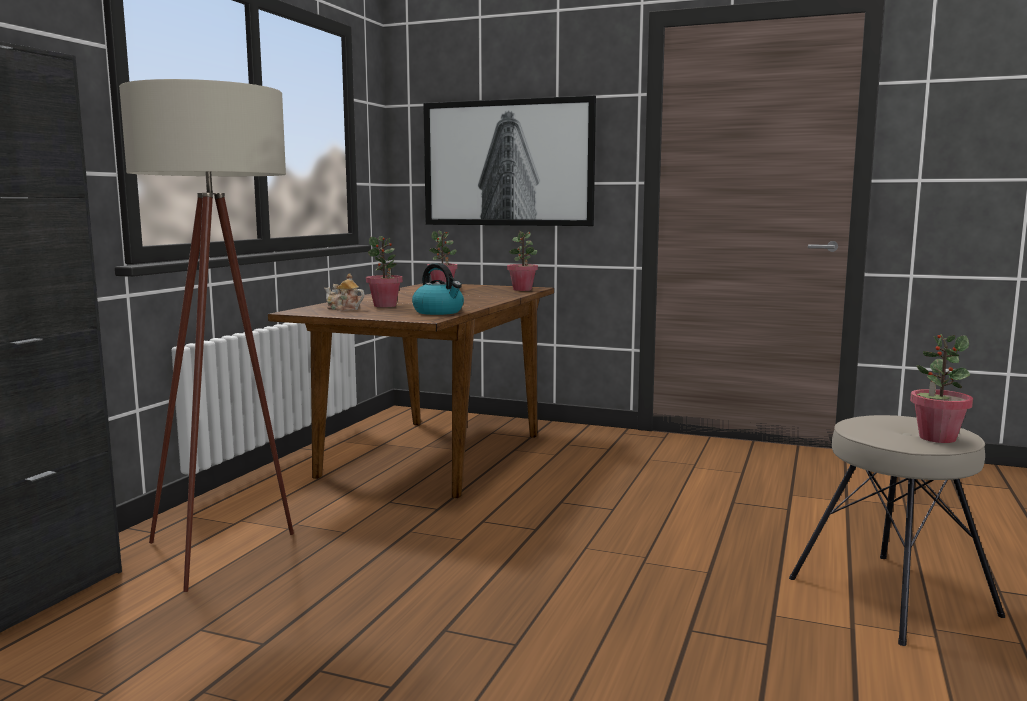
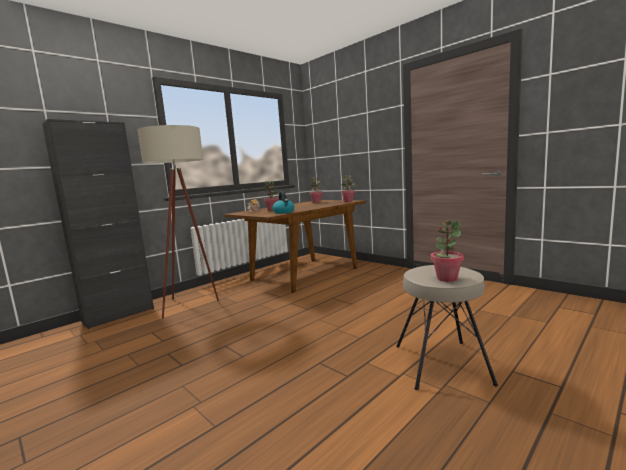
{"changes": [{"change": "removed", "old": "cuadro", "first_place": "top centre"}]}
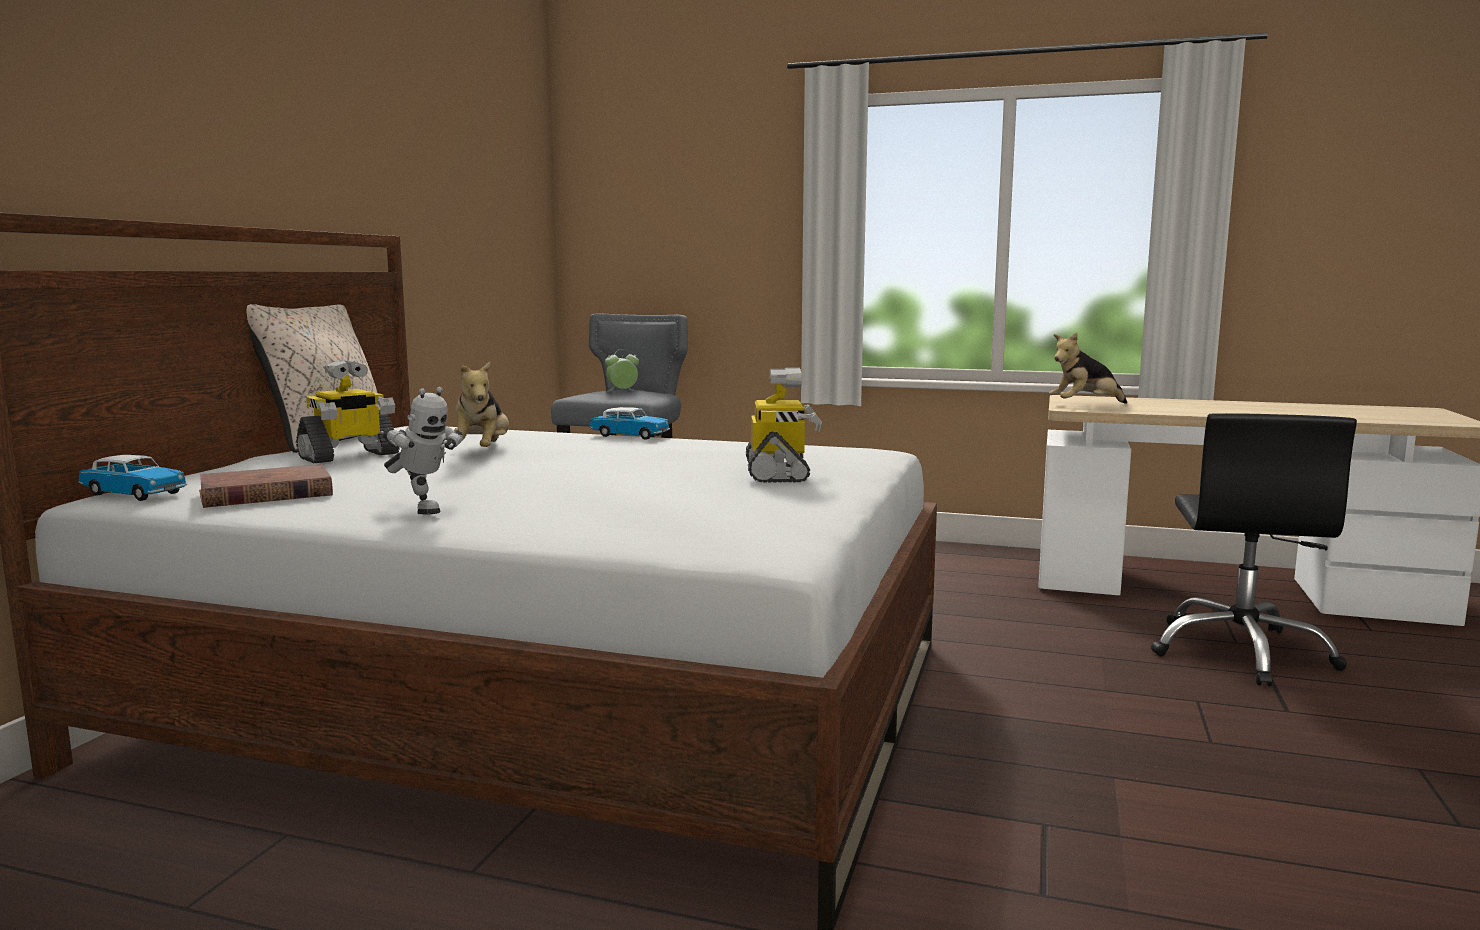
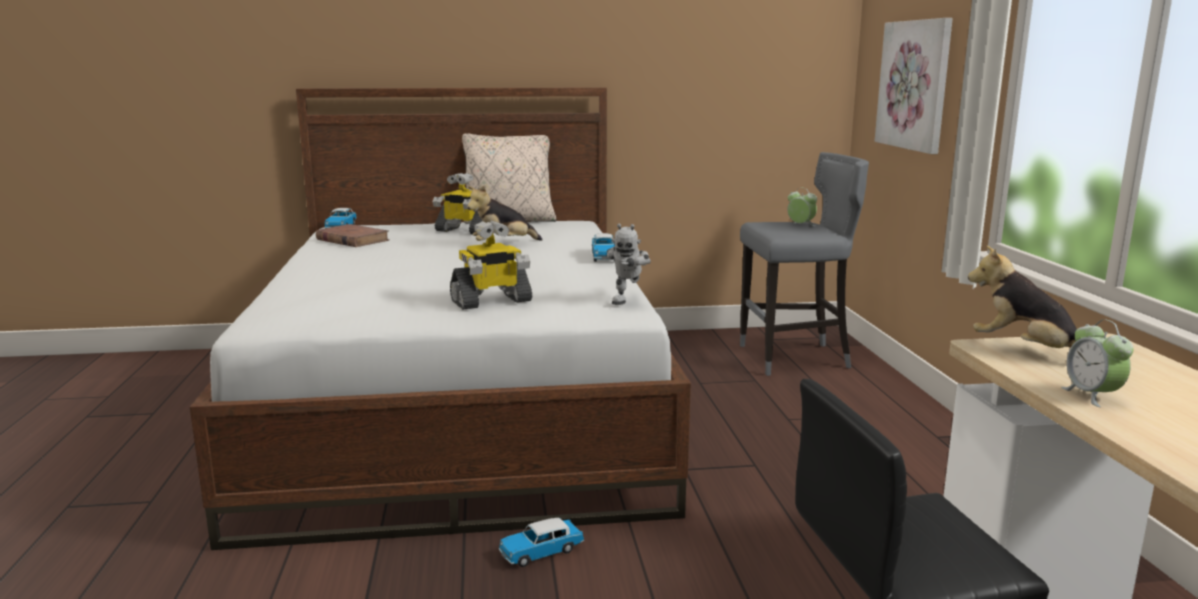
{"changes": [{"change": "added", "new": "coche de juguete (2nd from left)", "second_place": "bottom centre"}, {"change": "added", "new": "cuadro", "second_place": "top right"}, {"change": "added", "new": "despertador (2nd from left)", "second_place": "middle right"}, {"change": "moved", "old": "robot de juguete (2nd from left in the first image)", "new": "robot de juguete (3rd from left)", "first_place": "middle left", "second_place": "centre"}]}
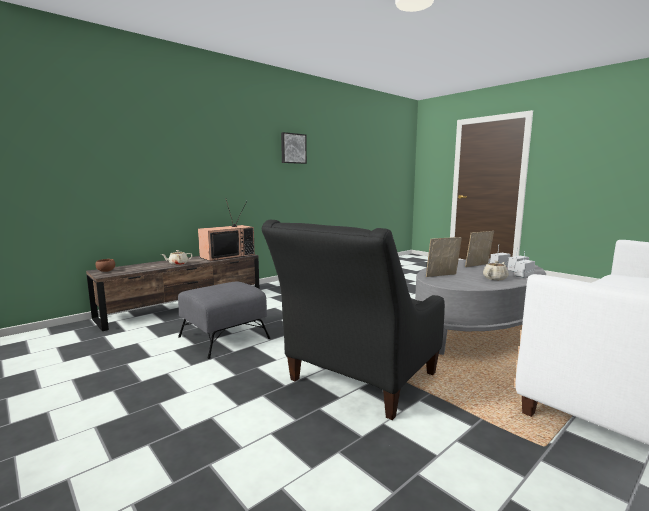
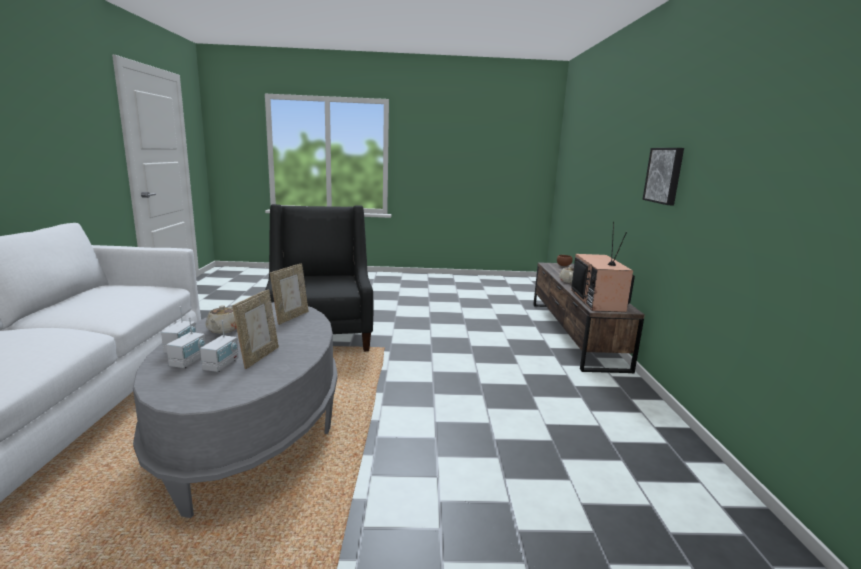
{"changes": [{"change": "removed", "old": "puf [gris]", "first_place": "centre"}, {"change": "moved", "old": "cuadro", "first_place": "top centre", "second_place": "top right"}]}
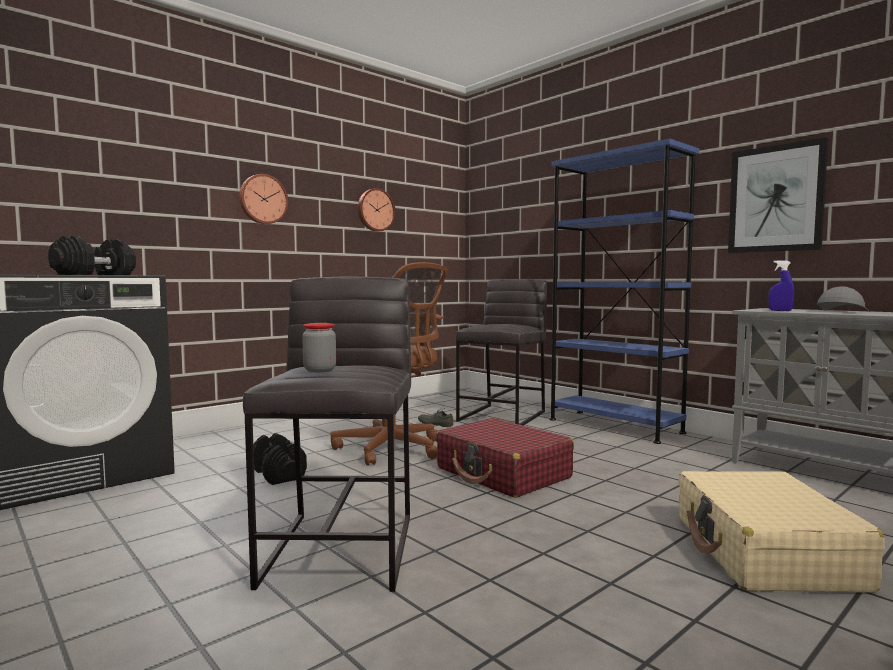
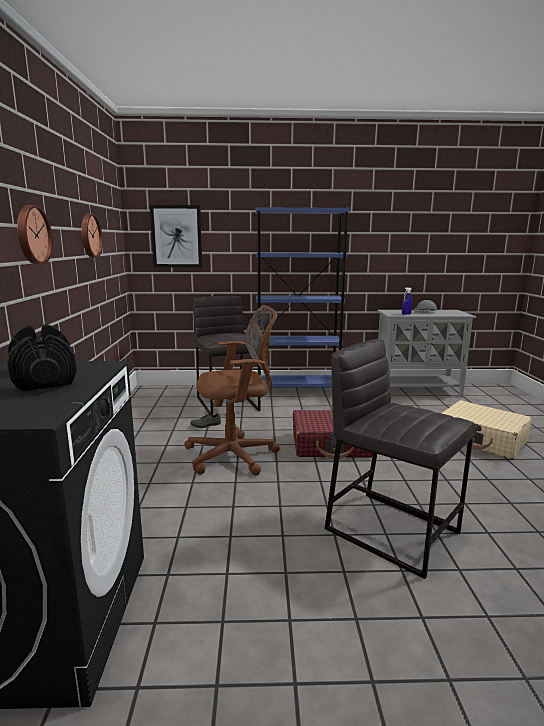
{"changes": [{"change": "removed", "old": "mancuerna [negro] (2nd from left)", "first_place": "bottom left"}, {"change": "removed", "old": "tarro", "first_place": "centre"}, {"change": "moved", "old": "cuadro", "first_place": "top right", "second_place": "top left"}]}
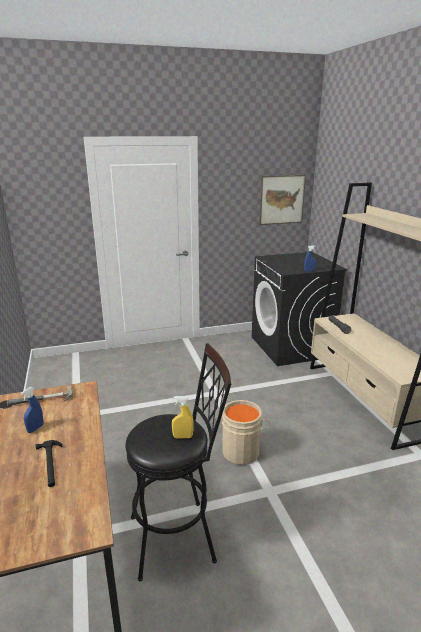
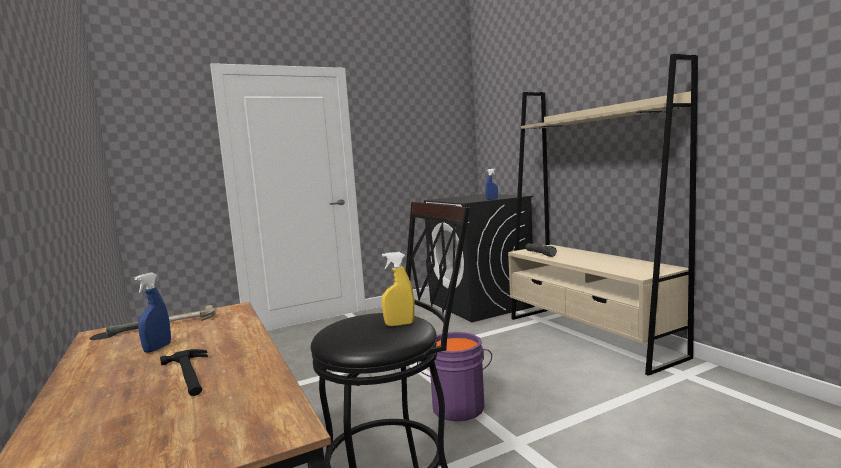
{"changes": [{"change": "removed", "old": "cuadro", "first_place": "top right"}, {"change": "recoloured", "old": "cubo [beis]", "new": "cubo [morado]", "first_place": "bottom centre", "second_place": "bottom centre"}]}
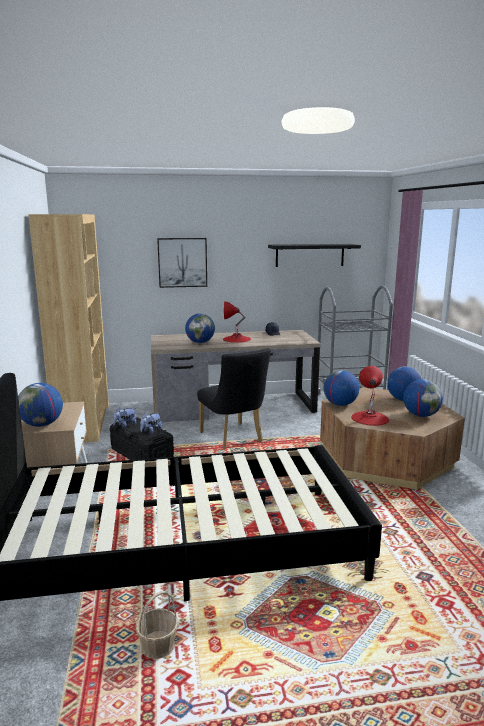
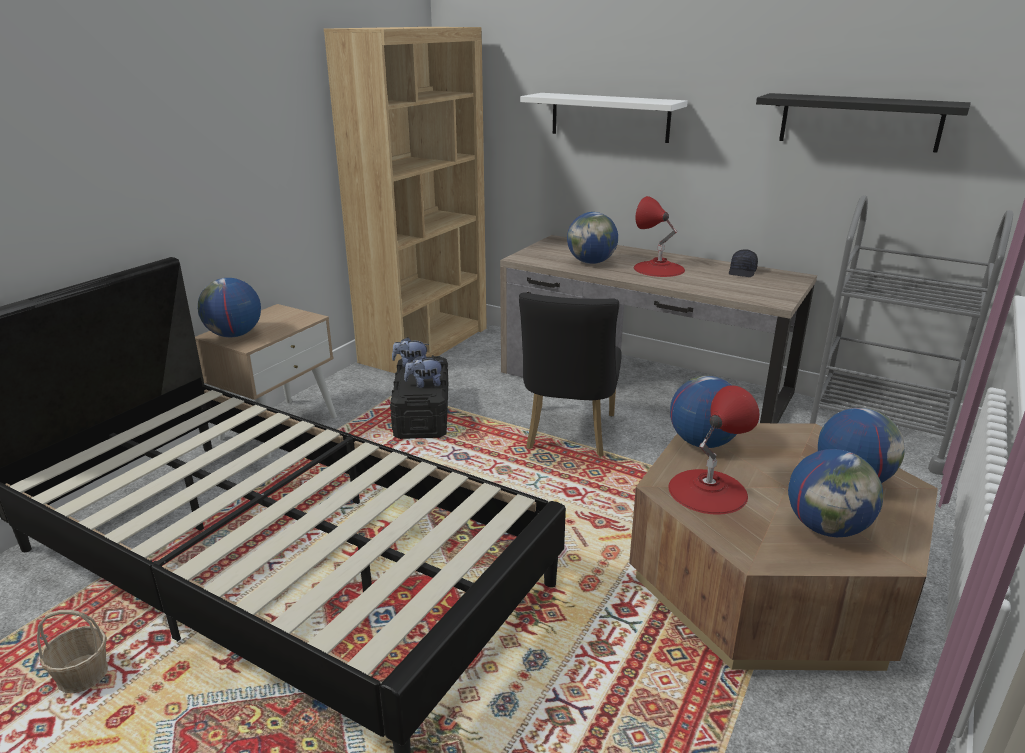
{"changes": [{"change": "replaced", "old": "cuadro", "new": "estante [blanco]", "first_place": "centre", "second_place": "top centre"}]}
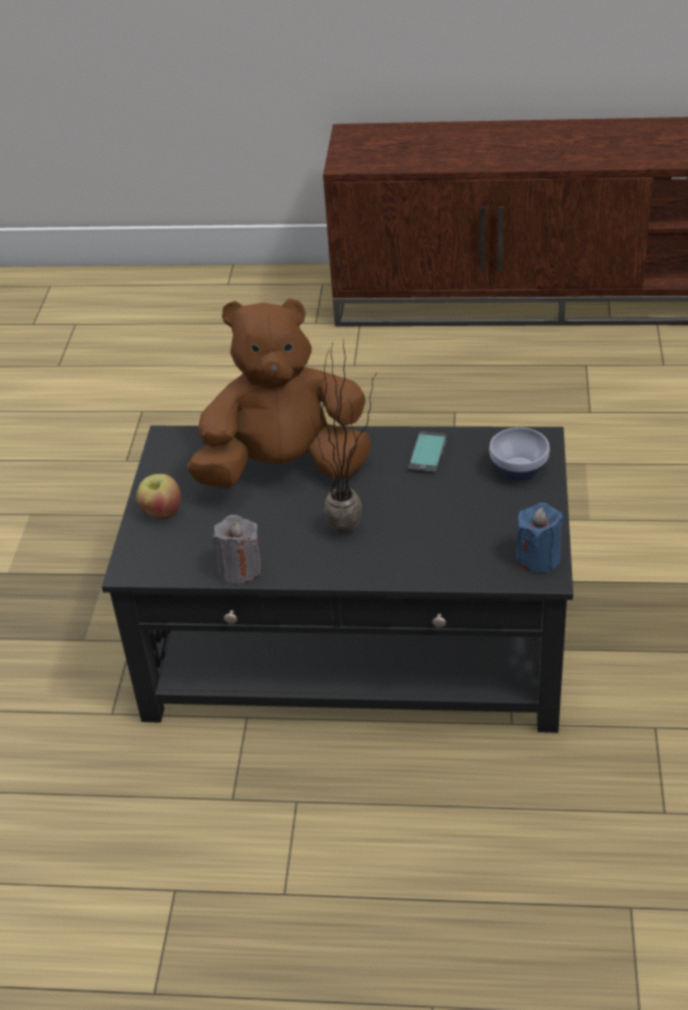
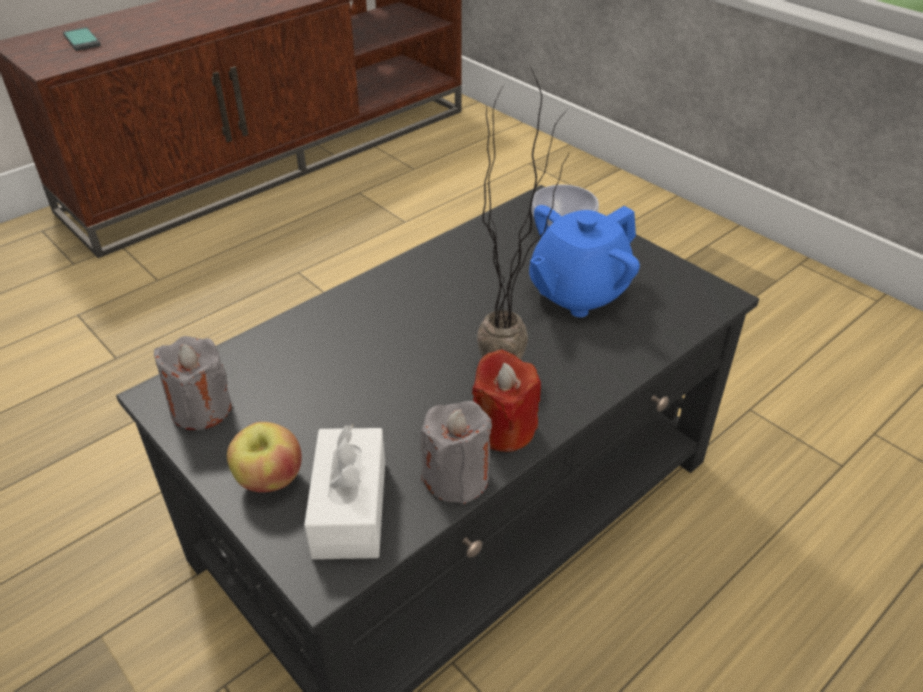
{"changes": [{"change": "removed", "old": "peluche [marrón]", "first_place": "centre"}, {"change": "removed", "old": "vela [azul]", "first_place": "middle right"}, {"change": "added", "new": "vela [gris] (1st from left)", "second_place": "middle left"}, {"change": "added", "new": "caja de pañuelos [blanco]", "second_place": "bottom centre"}, {"change": "added", "new": "vela [rojo]", "second_place": "centre"}, {"change": "added", "new": "tetera [azul]", "second_place": "centre"}, {"change": "moved", "old": "móvil", "first_place": "centre", "second_place": "top left"}]}
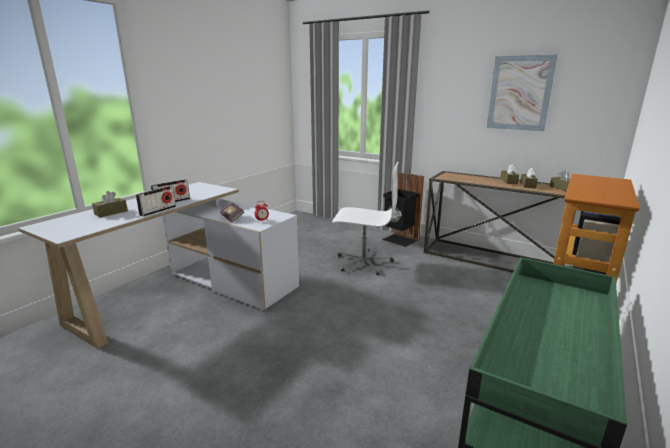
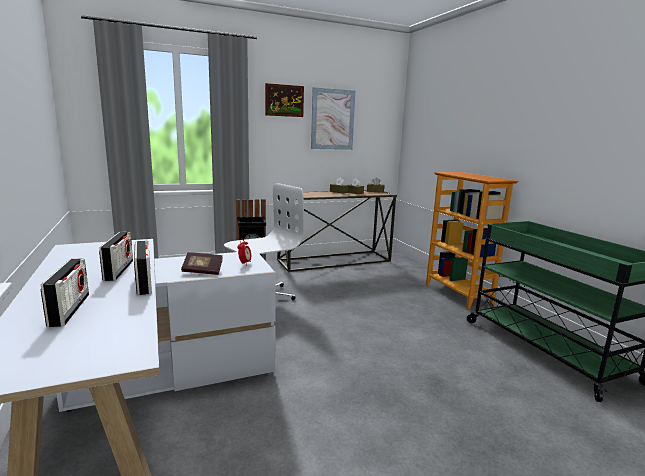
{"changes": [{"change": "added", "new": "cuadro (1st from left)", "second_place": "top centre"}, {"change": "replaced", "old": "caja de pañuelos [marrón] (1st from left)", "new": "radio (1st from left)", "first_place": "middle left", "second_place": "middle left"}]}
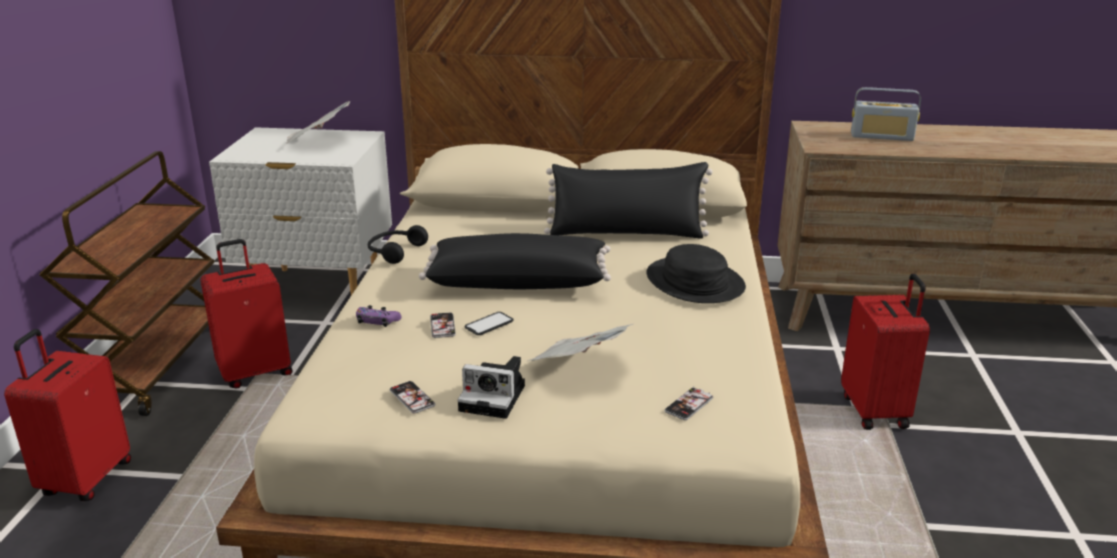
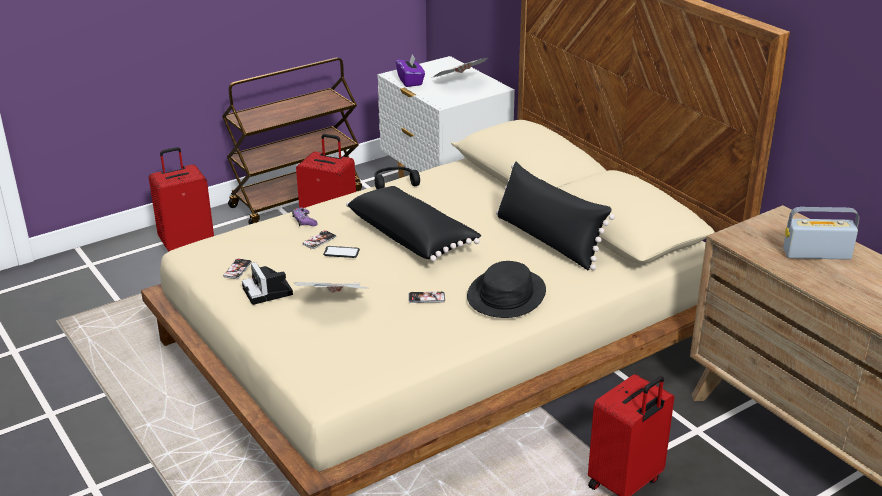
{"changes": [{"change": "added", "new": "caja de pañuelos [morado]", "second_place": "top centre"}, {"change": "moved", "old": "móvil (4th from left)", "first_place": "bottom centre", "second_place": "centre"}, {"change": "turned", "old": "radio", "first_place": "top right", "second_place": "middle right", "degrees": 120}]}
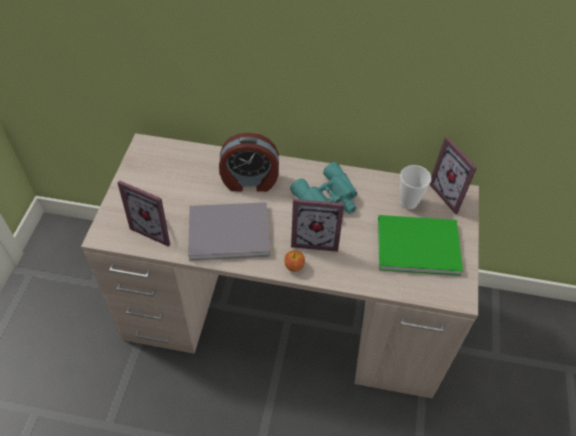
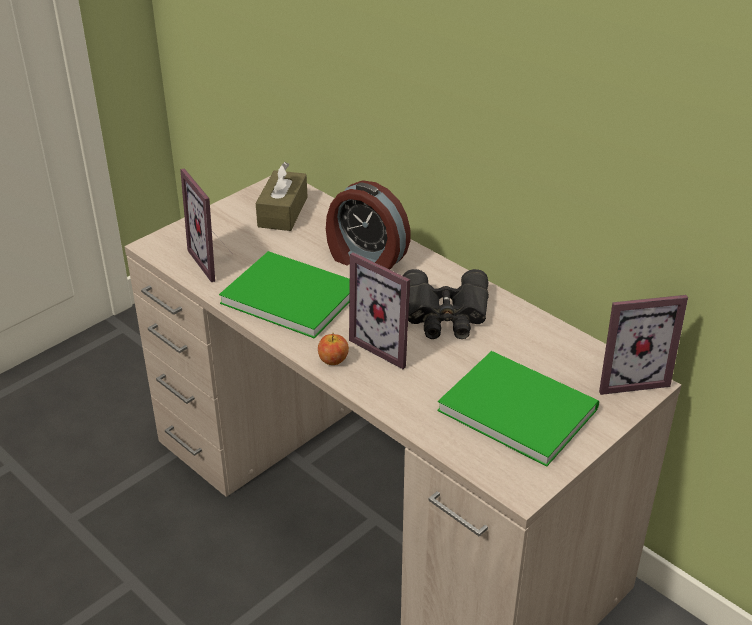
{"changes": [{"change": "removed", "old": "taza", "first_place": "middle right"}, {"change": "added", "new": "caja de pañuelos [marrón]", "second_place": "top centre"}, {"change": "recoloured", "old": "libro [gris]", "new": "libro [verde] (1st from left)", "first_place": "centre", "second_place": "centre"}, {"change": "recoloured", "old": "prismáticos [turquesa]", "new": "prismáticos [negro]", "first_place": "centre", "second_place": "centre"}, {"change": "turned", "old": "portarretratos (3rd from left)", "first_place": "middle right", "second_place": "middle right", "degrees": -105}]}
